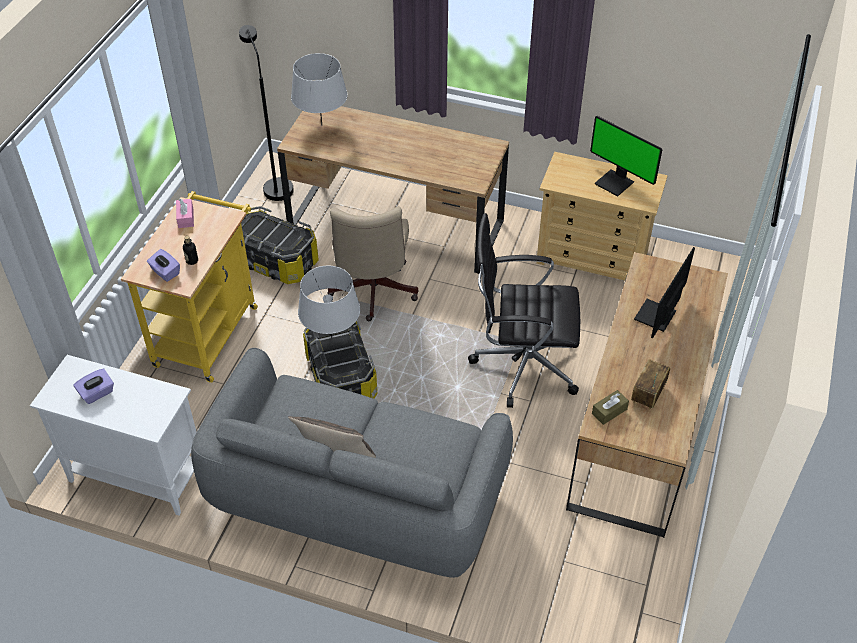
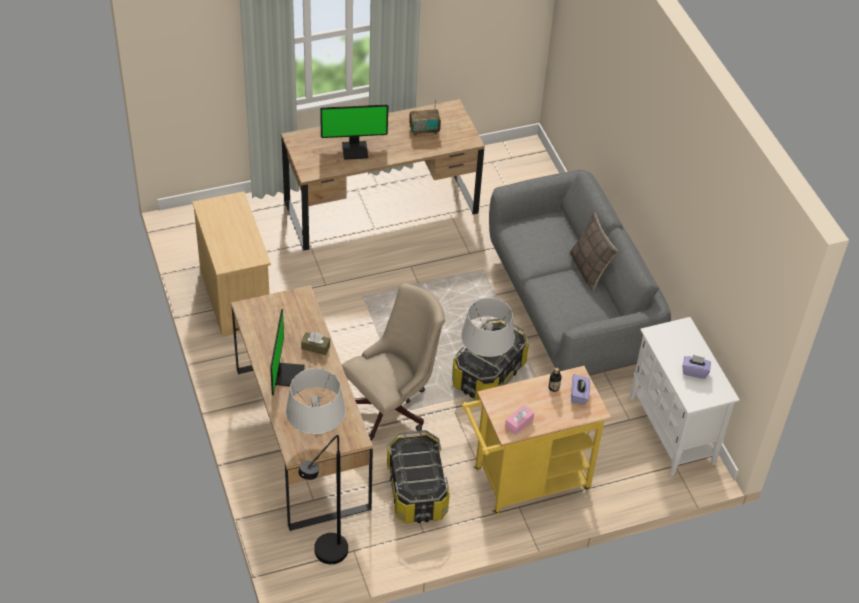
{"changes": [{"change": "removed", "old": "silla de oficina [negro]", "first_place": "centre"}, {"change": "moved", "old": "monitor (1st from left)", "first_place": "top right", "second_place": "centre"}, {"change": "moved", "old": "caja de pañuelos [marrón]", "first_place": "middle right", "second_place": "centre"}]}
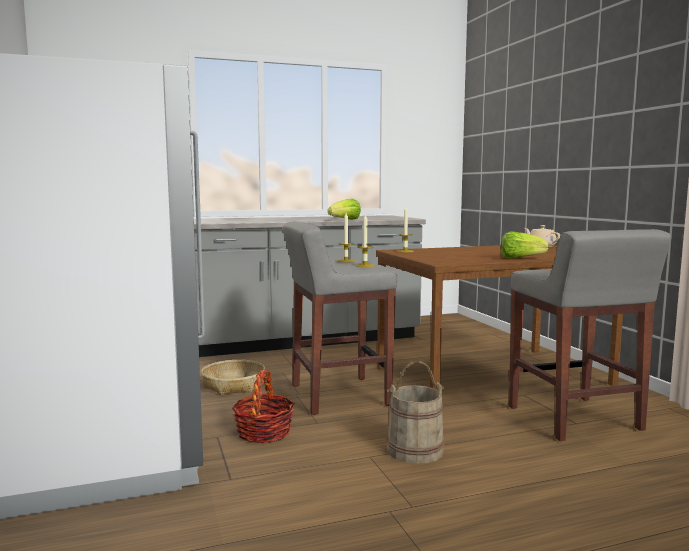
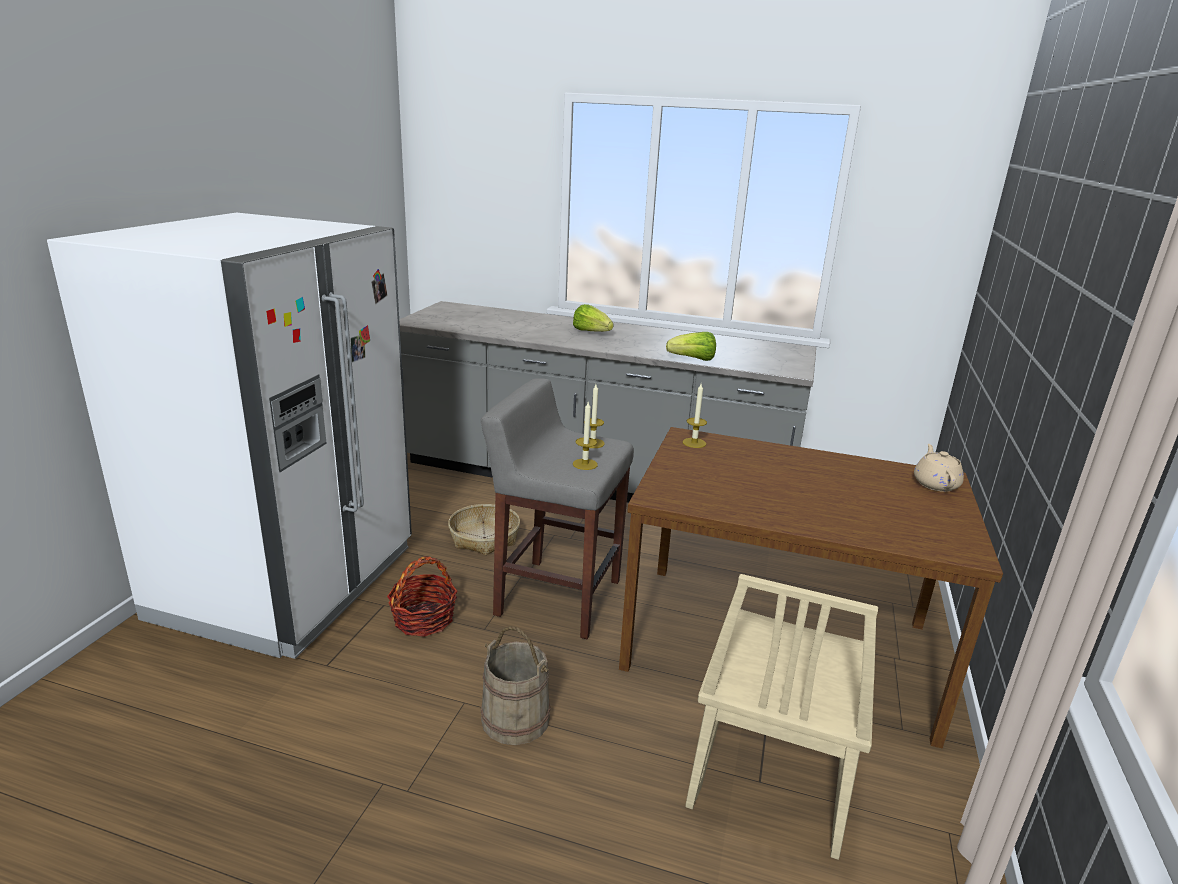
{"changes": [{"change": "moved", "old": "lechuga (2nd from left in the first image)", "new": "lechuga (1st from left)", "first_place": "middle right", "second_place": "centre"}, {"change": "replaced", "old": "taburete [gris] (2nd from left)", "new": "silla [beis]", "first_place": "middle right", "second_place": "bottom centre"}]}
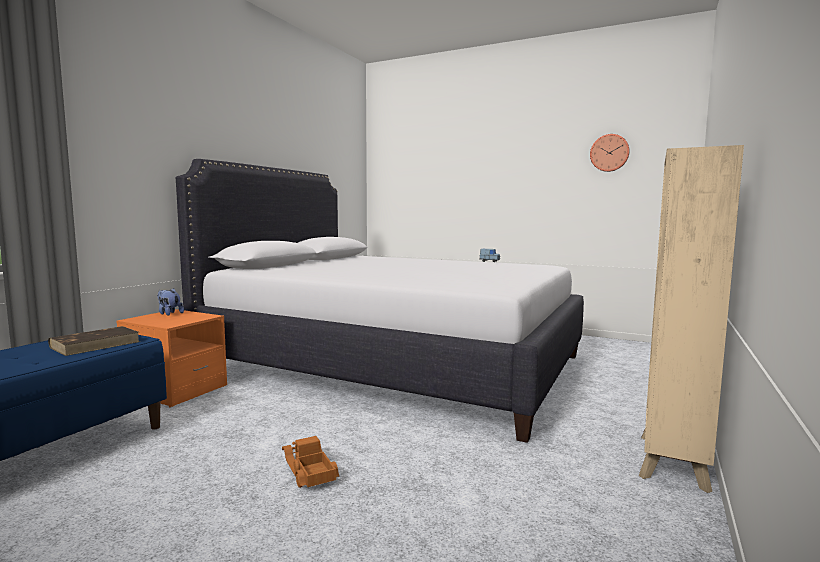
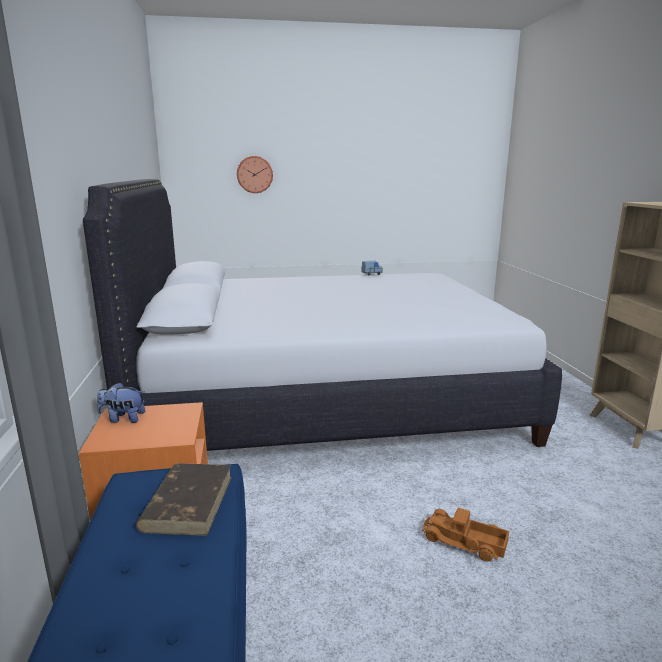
{"changes": [{"change": "moved", "old": "reloj de pared", "first_place": "top right", "second_place": "top centre"}]}
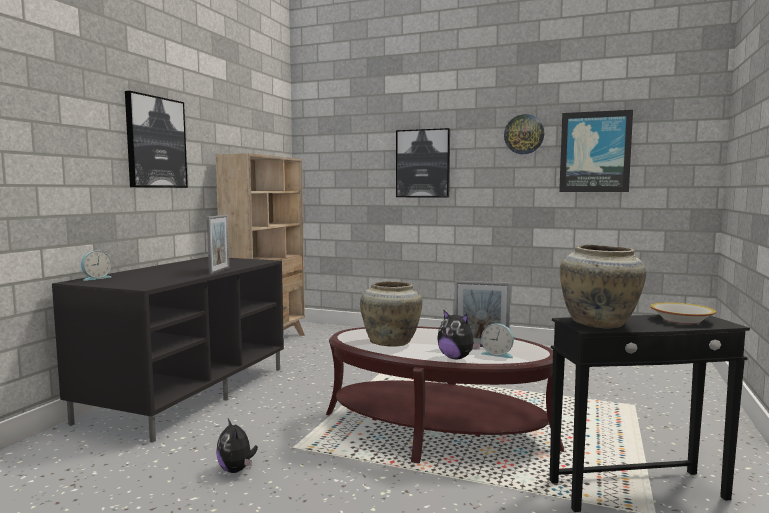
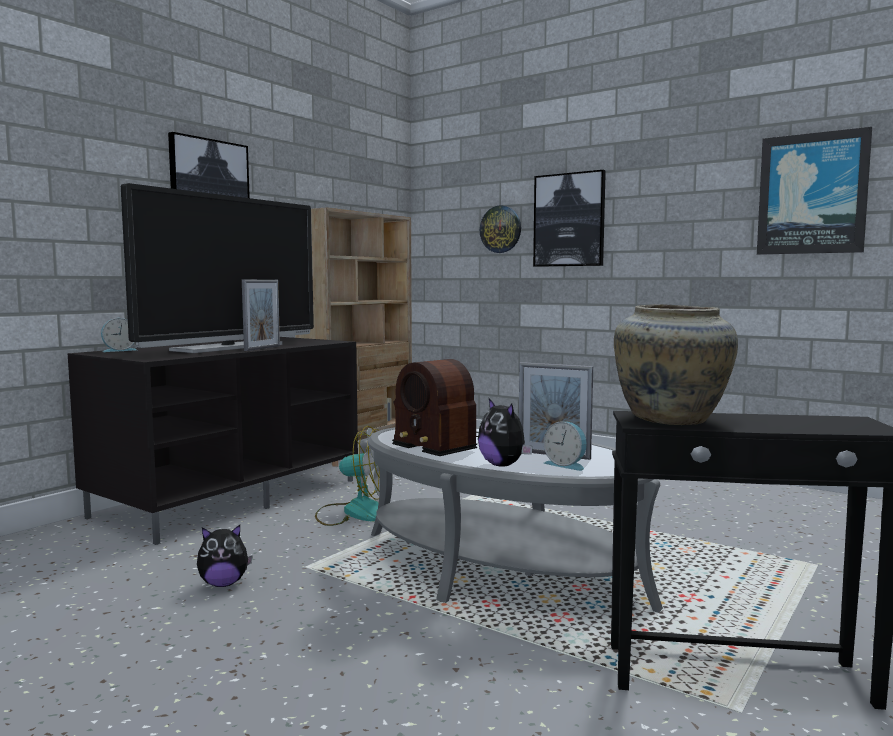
{"changes": [{"change": "removed", "old": "cuenco", "first_place": "middle right"}, {"change": "added", "new": "televisor", "second_place": "middle left"}, {"change": "added", "new": "ventilador", "second_place": "centre"}, {"change": "moved", "old": "reloj de pared", "first_place": "top right", "second_place": "top centre"}, {"change": "replaced", "old": "florero [beis] (1st from left)", "new": "radio", "first_place": "centre", "second_place": "centre"}, {"change": "recoloured", "old": "mesa de centro [marrón]", "new": "mesa de centro [gris]", "first_place": "bottom centre", "second_place": "bottom centre"}, {"change": "turned", "old": "peluche (1st from left)", "first_place": "bottom left", "second_place": "bottom left", "degrees": -90}]}
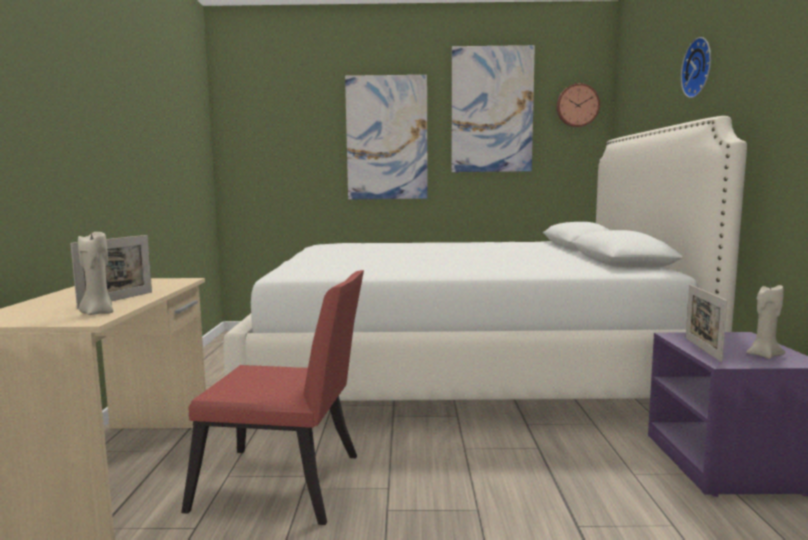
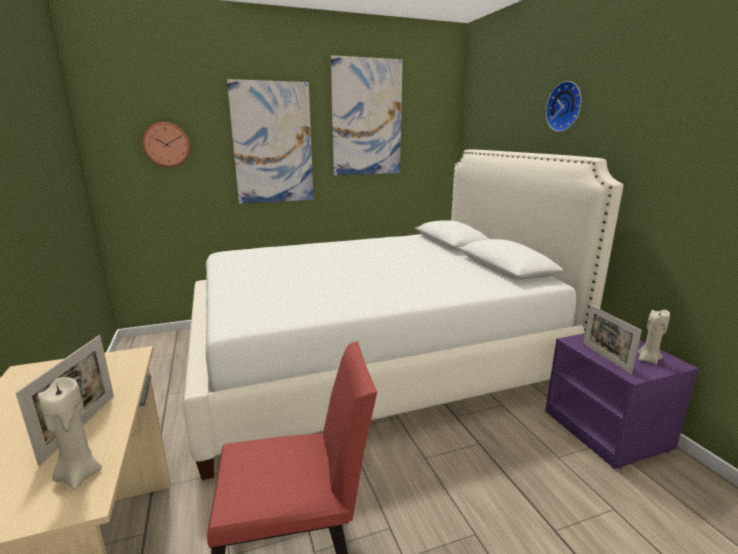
{"changes": [{"change": "moved", "old": "reloj de pared (1st from left)", "first_place": "top right", "second_place": "top left"}]}
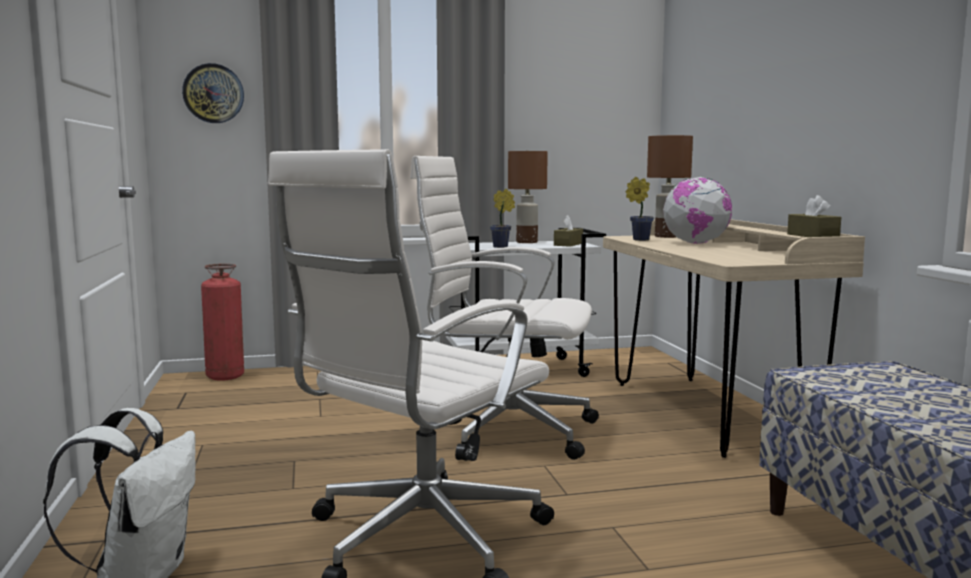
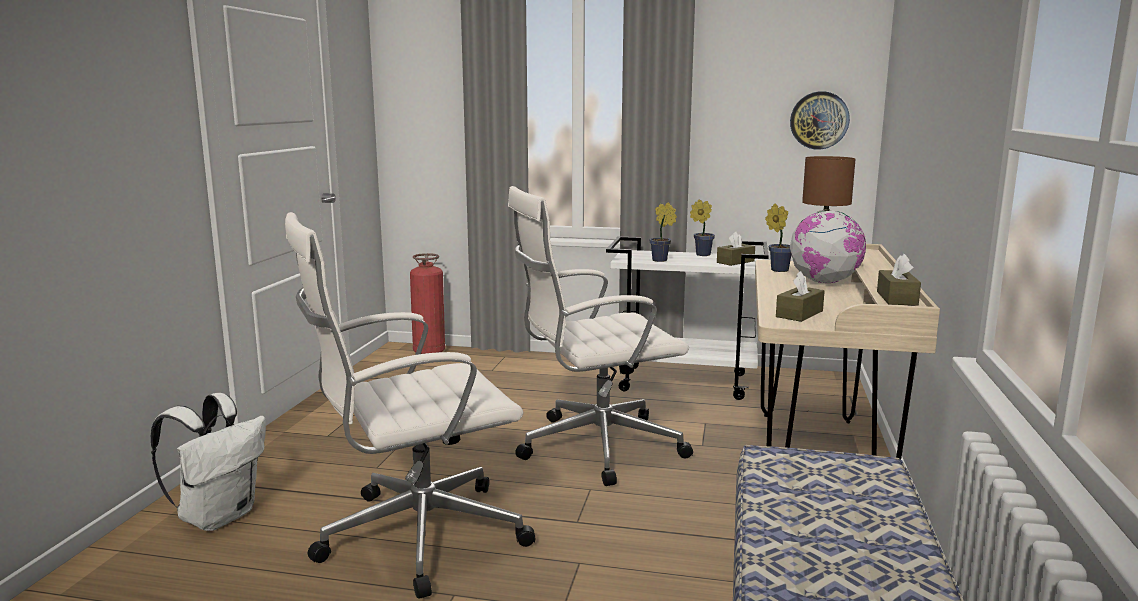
{"changes": [{"change": "added", "new": "caja de pañuelos [marrón] (2nd from left)", "second_place": "middle right"}, {"change": "moved", "old": "reloj de pared", "first_place": "top left", "second_place": "top right"}, {"change": "replaced", "old": "lámpara de mesa [marrón] (1st from left)", "new": "planta en maceta (2nd from left)", "first_place": "centre", "second_place": "centre"}, {"change": "turned", "old": "silla de oficina [blanco] (2nd from left)", "first_place": "centre", "second_place": "centre", "degrees": -60}]}
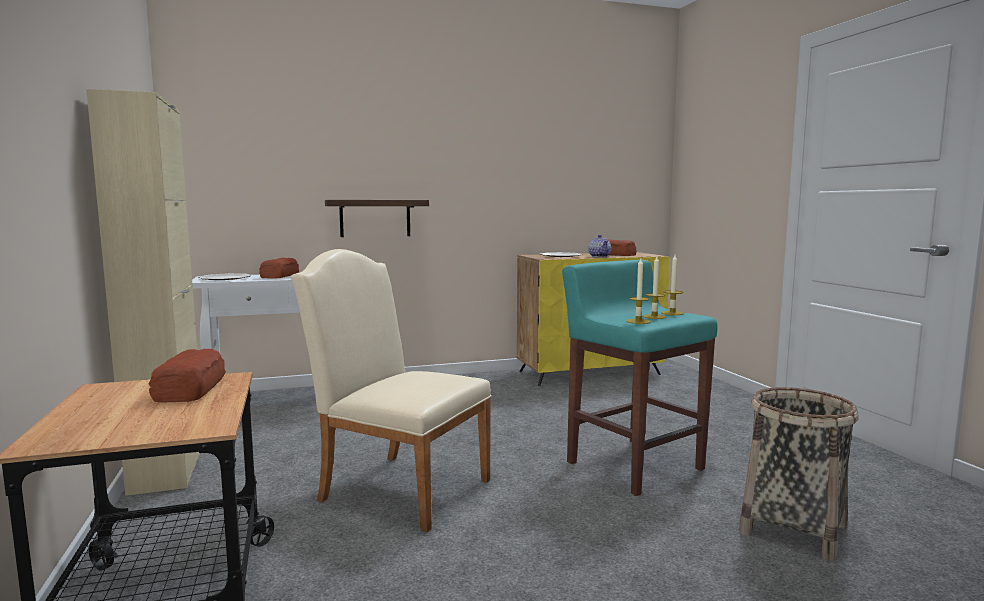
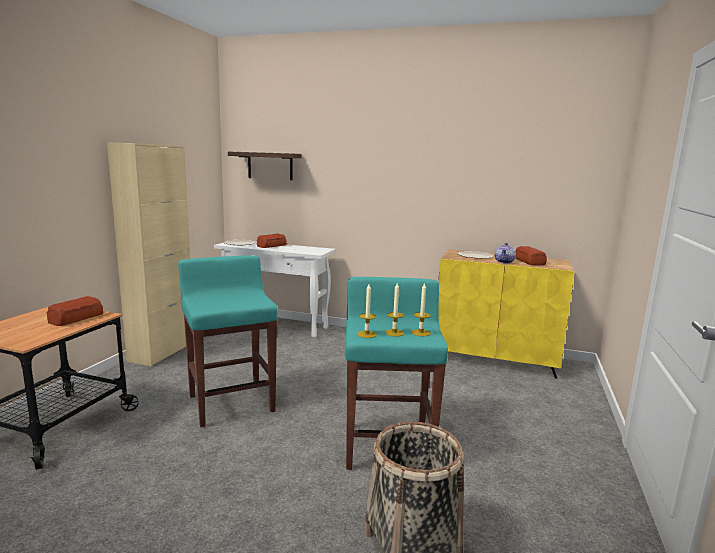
{"changes": [{"change": "moved", "old": "estante", "first_place": "centre", "second_place": "top centre"}, {"change": "replaced", "old": "silla [beis]", "new": "taburete [turquesa] (1st from left)", "first_place": "centre", "second_place": "middle left"}]}
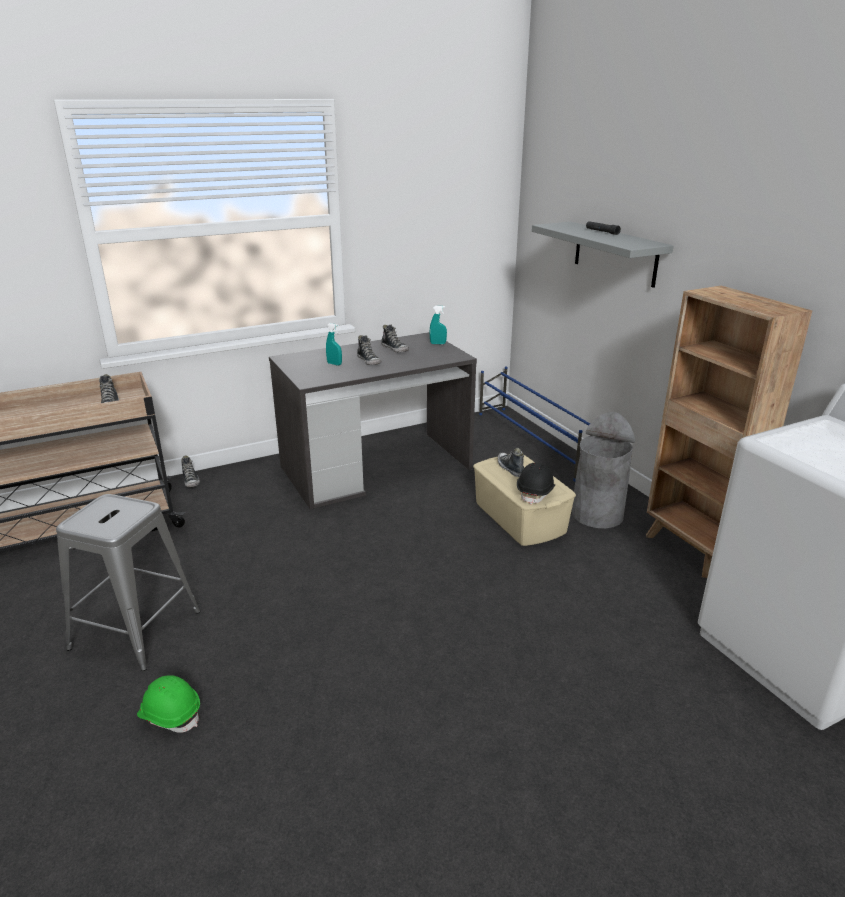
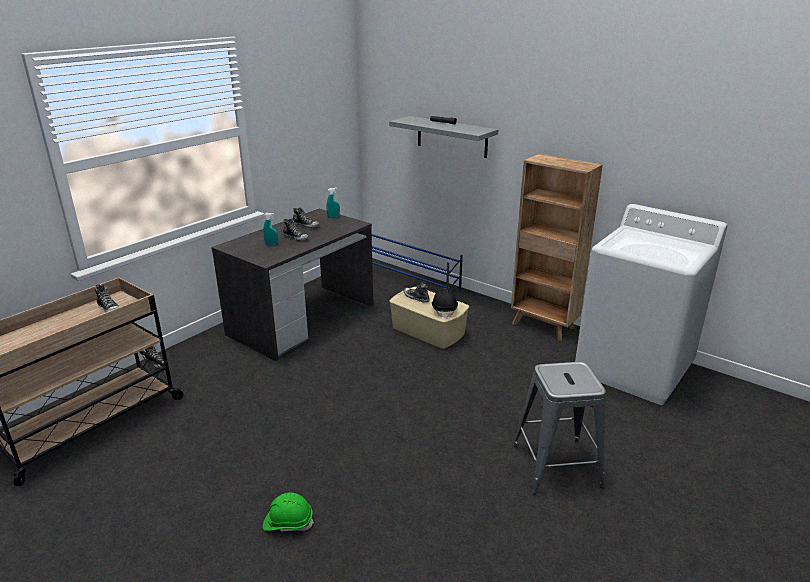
{"changes": [{"change": "removed", "old": "papelera [gris]", "first_place": "middle right"}, {"change": "moved", "old": "taburete [gris]", "first_place": "middle left", "second_place": "bottom right"}]}
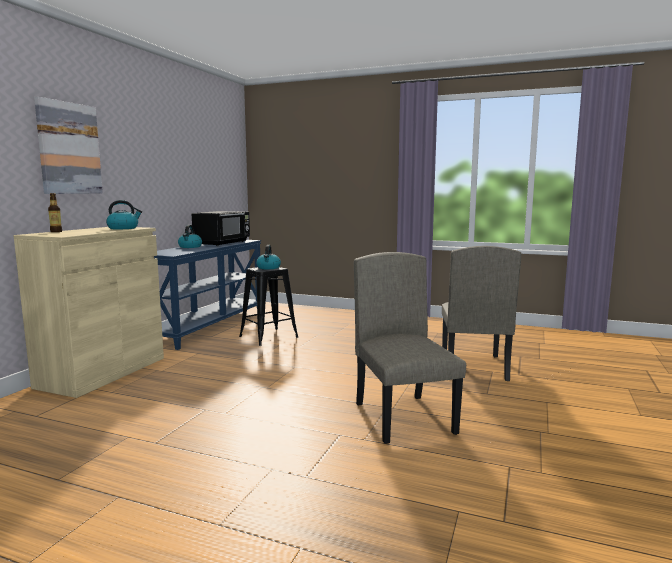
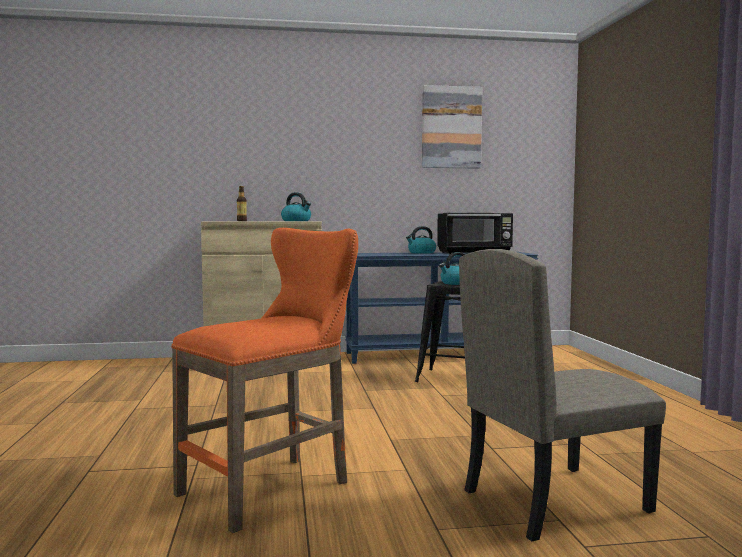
{"changes": [{"change": "moved", "old": "cuadro", "first_place": "top left", "second_place": "top centre"}, {"change": "replaced", "old": "silla [beis] (1st from left)", "new": "taburete [naranja]", "first_place": "centre", "second_place": "bottom centre"}]}
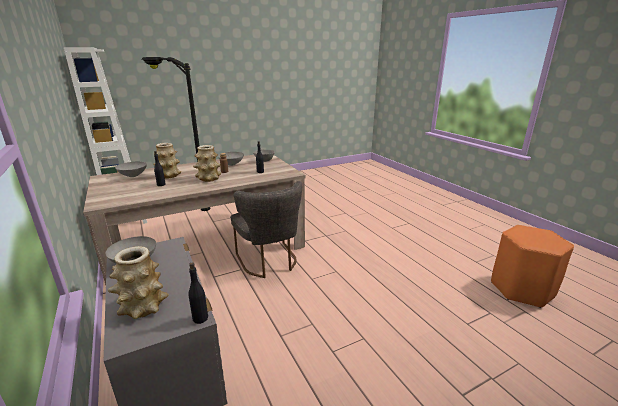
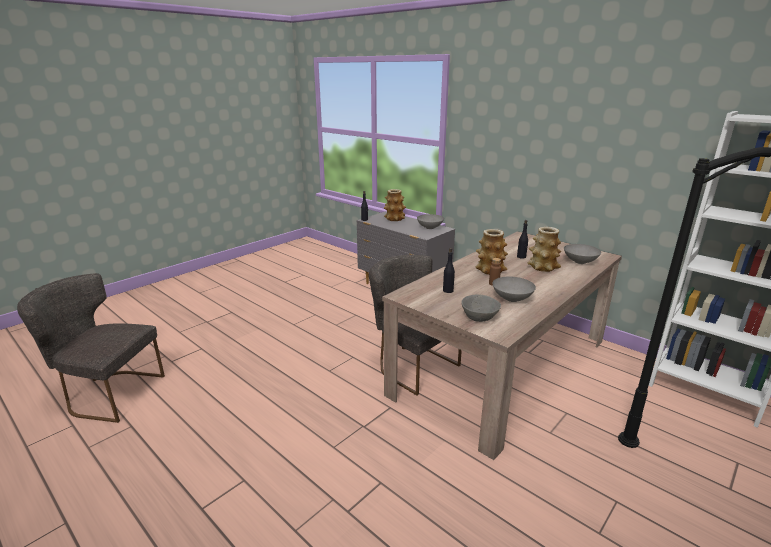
{"changes": [{"change": "replaced", "old": "taburete [naranja]", "new": "silla [gris] (1st from left)", "first_place": "middle right", "second_place": "middle left"}]}
